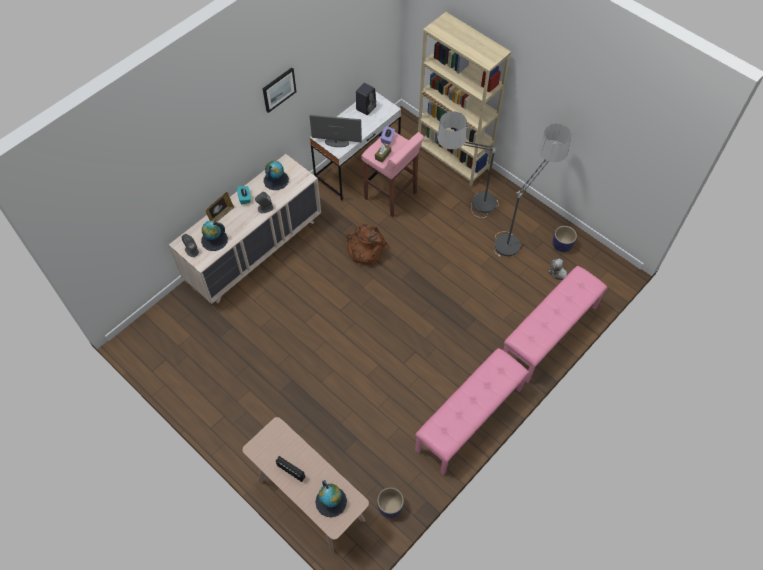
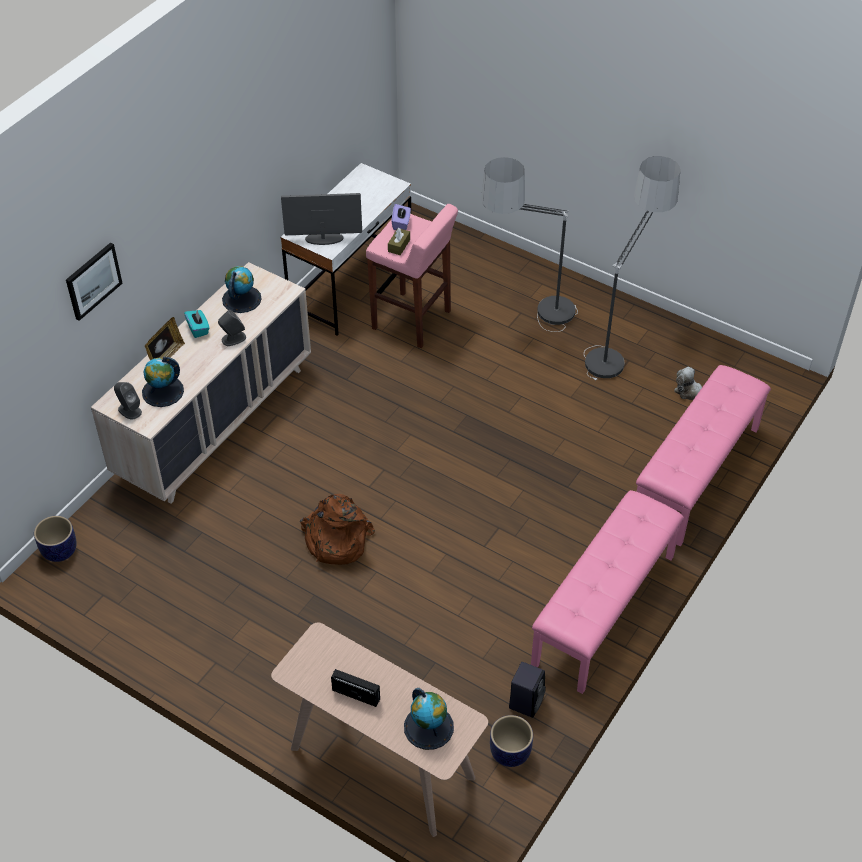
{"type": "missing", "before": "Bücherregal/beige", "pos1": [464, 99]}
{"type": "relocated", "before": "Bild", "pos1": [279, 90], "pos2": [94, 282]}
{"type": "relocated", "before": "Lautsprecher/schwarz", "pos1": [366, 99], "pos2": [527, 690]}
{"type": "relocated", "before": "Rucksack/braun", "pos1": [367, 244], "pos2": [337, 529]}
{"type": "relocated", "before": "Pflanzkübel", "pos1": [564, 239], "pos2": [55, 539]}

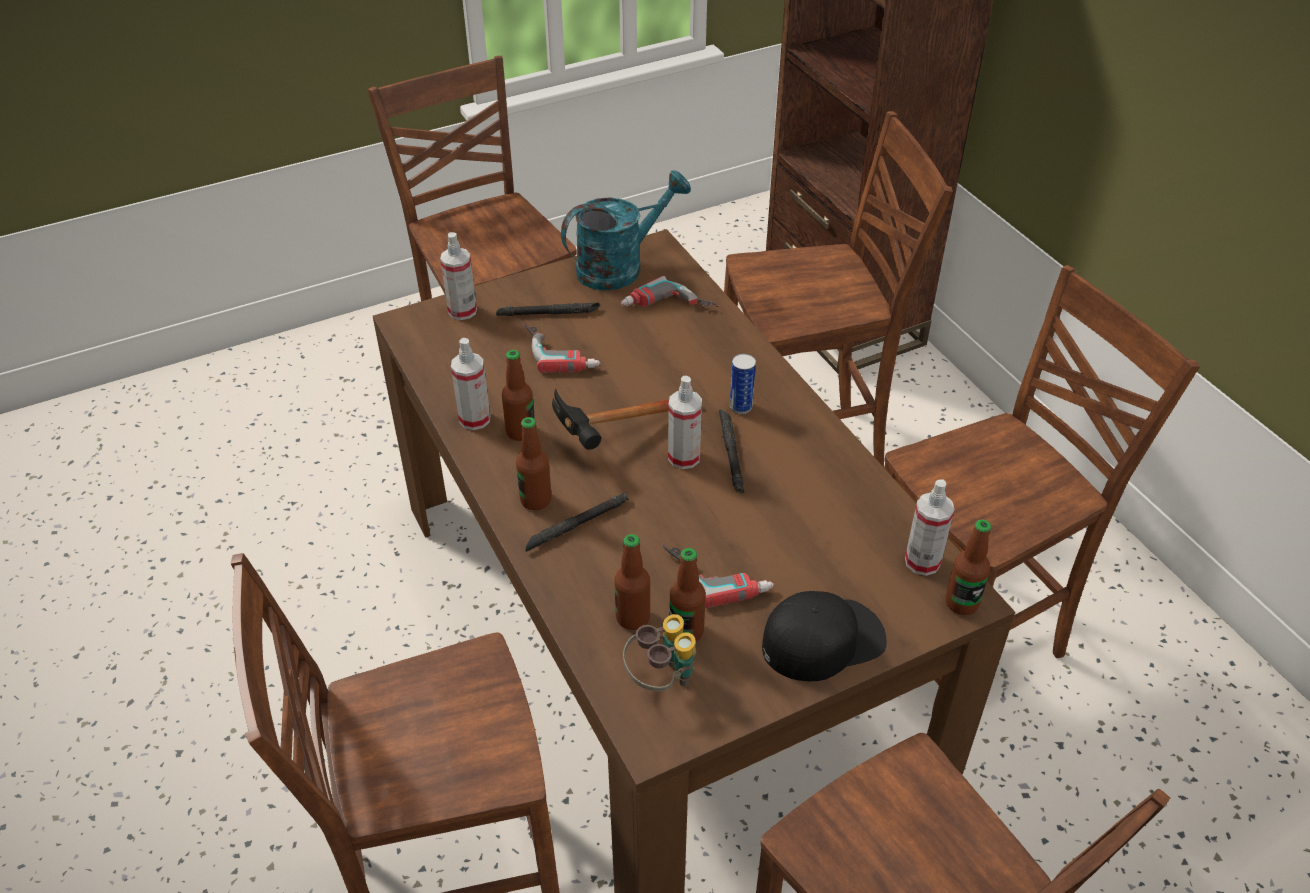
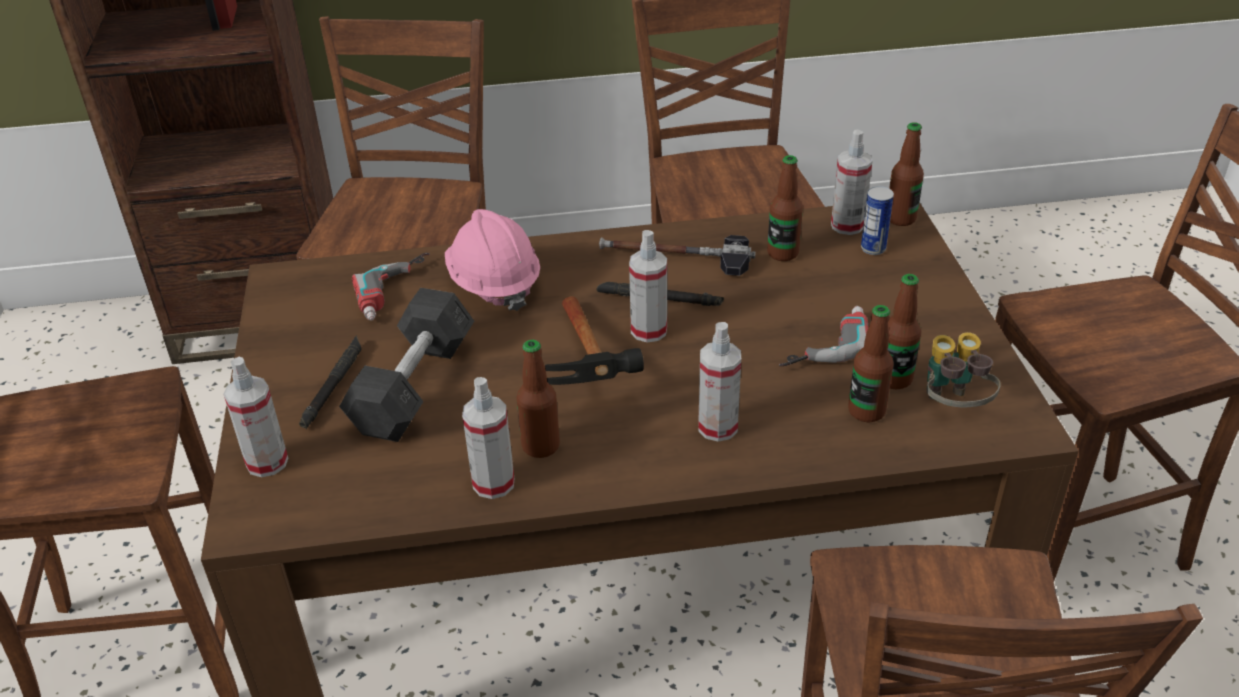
{"type": "missing", "before": "Gießkanne/türkis", "pos1": [626, 230]}
{"type": "exchanged", "before": "Bohrmaschine", "after": "Hantel/grau", "pos1": [562, 348], "pos2": [406, 365]}
{"type": "relocated", "before": "Dose", "pos1": [743, 384], "pos2": [877, 220]}
{"type": "relocated", "before": "Flasche", "pos1": [534, 463], "pos2": [785, 208]}
{"type": "exchanged", "before": "Taschenlampe/schwarz", "after": "Sprühflasche", "pos1": [577, 522], "pos2": [719, 382]}
{"type": "missing", "before": "Kappe/schwarz", "pos1": [824, 636]}
{"type": "appeared", "after": "Schutzhelm/rosa", "pos2": [492, 260]}
{"type": "appeared", "after": "Hammer", "pos2": [677, 255]}

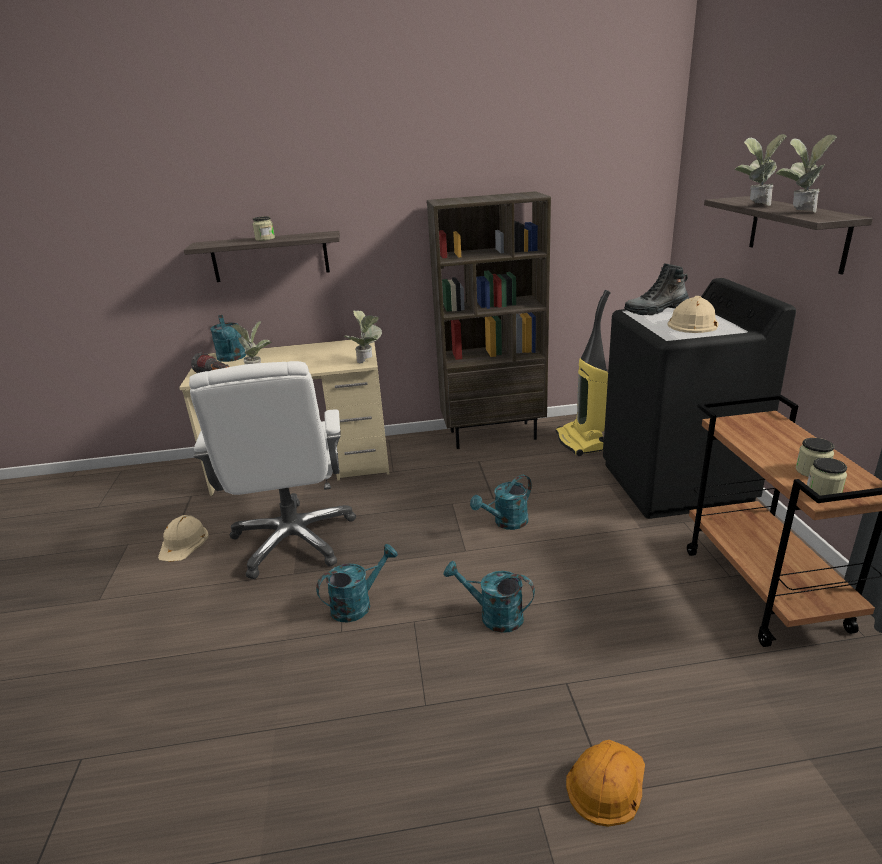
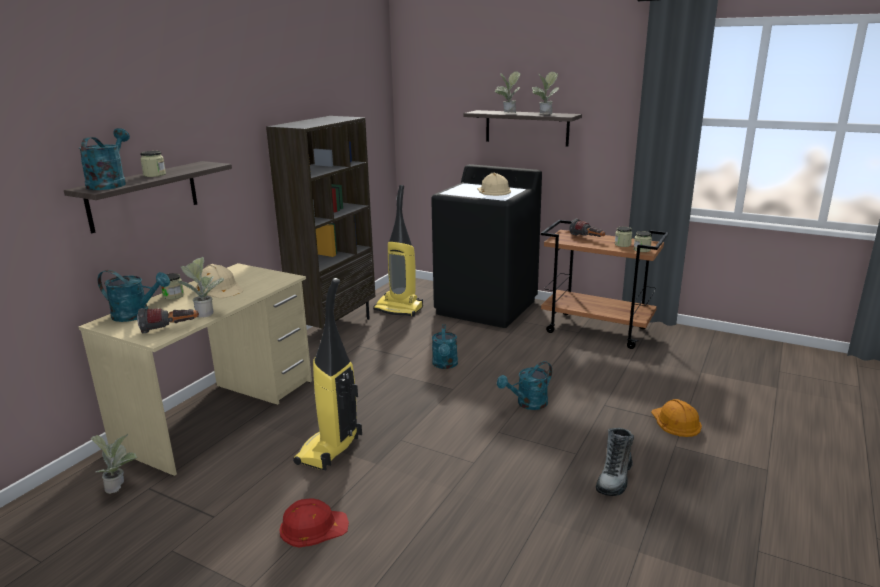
{"type": "relocated", "before": "Stiefel", "pos1": [656, 289], "pos2": [615, 462]}
{"type": "relocated", "before": "Topfpflanze", "pos1": [363, 336], "pos2": [113, 464]}
{"type": "exchanged", "before": "Bürostuhl/weiß", "after": "Staubsauger", "pos1": [272, 470], "pos2": [327, 374]}
{"type": "relocated", "before": "Schutzhelm/beige", "pos1": [183, 538], "pos2": [219, 281]}
{"type": "relocated", "before": "Gießkanne/türkis", "pos1": [357, 583], "pos2": [104, 159]}
{"type": "appeared", "after": "Taschenlampe", "pos2": [587, 228]}
{"type": "appeared", "after": "Vorratsglas", "pos2": [172, 286]}
{"type": "appeared", "after": "Schutzhelm/rot", "pos2": [314, 523]}

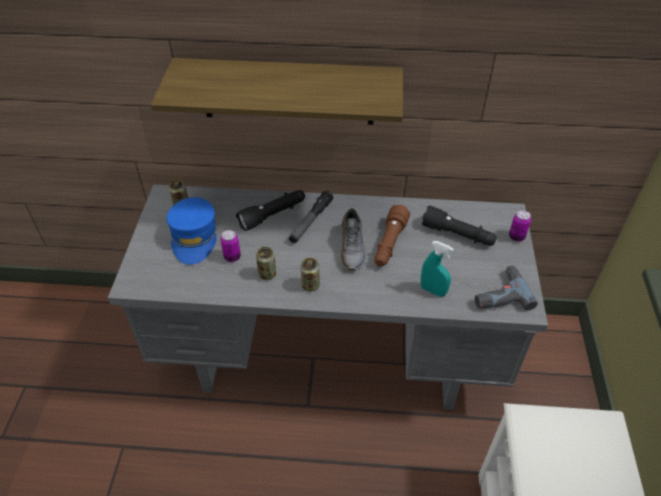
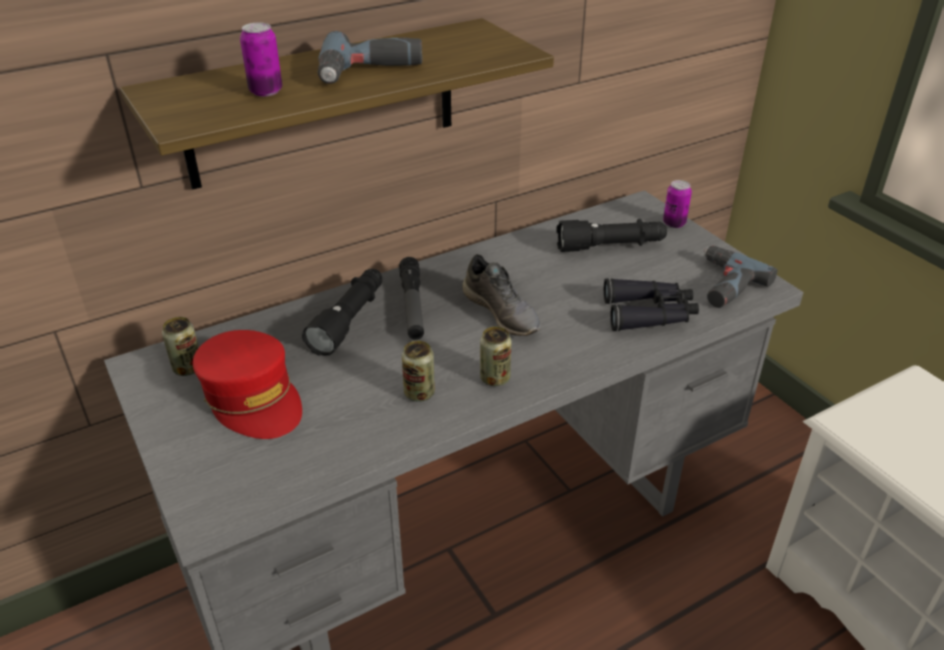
{"type": "colour", "before": "Kappe/blau", "after": "Kappe/rot", "pos1": [192, 230], "pos2": [247, 384]}
{"type": "missing", "before": "Taschenlampe/braun", "pos1": [392, 235]}
{"type": "relocated", "before": "Dose", "pos1": [230, 246], "pos2": [261, 59]}
{"type": "exchanged", "before": "Sprühflasche/türkis", "after": "Fernglas/schwarz", "pos1": [437, 269], "pos2": [651, 304]}
{"type": "appeared", "after": "Bohrmaschine", "pos2": [370, 57]}

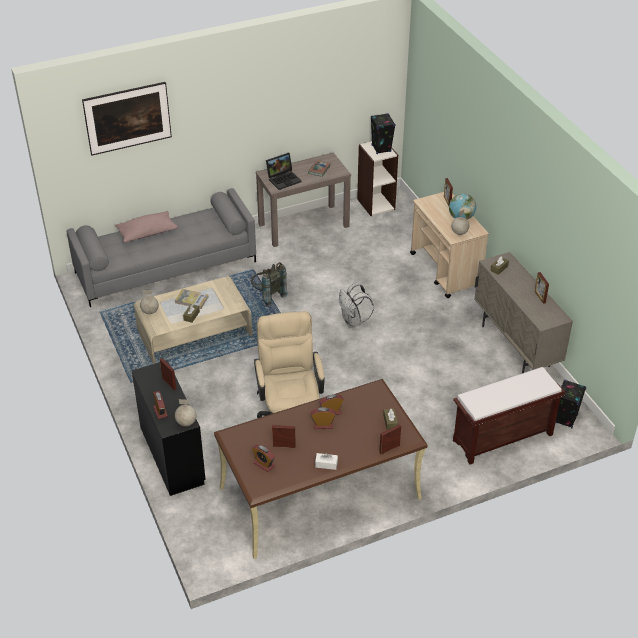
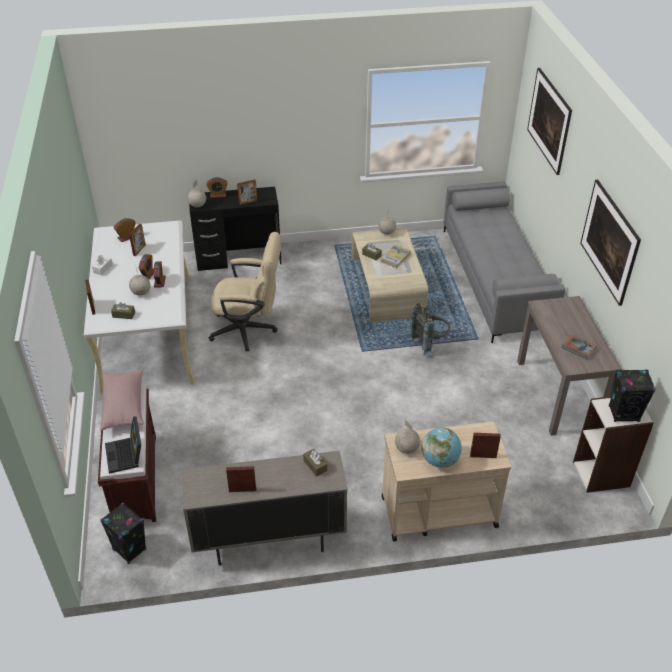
{"type": "relocated", "before": "Laptop", "pos1": [283, 171], "pos2": [123, 445]}
{"type": "relocated", "before": "Kissen/rosa", "pos1": [146, 227], "pos2": [121, 399]}
{"type": "missing", "before": "Rucksack/weiß", "pos1": [356, 305]}
{"type": "colour", "before": "Schreibtisch/braun", "after": "Schreibtisch/weiß", "pos1": [320, 469], "pos2": [139, 307]}
{"type": "appeared", "after": "Bild", "pos2": [610, 243]}
{"type": "appeared", "after": "Globus", "pos2": [139, 282]}

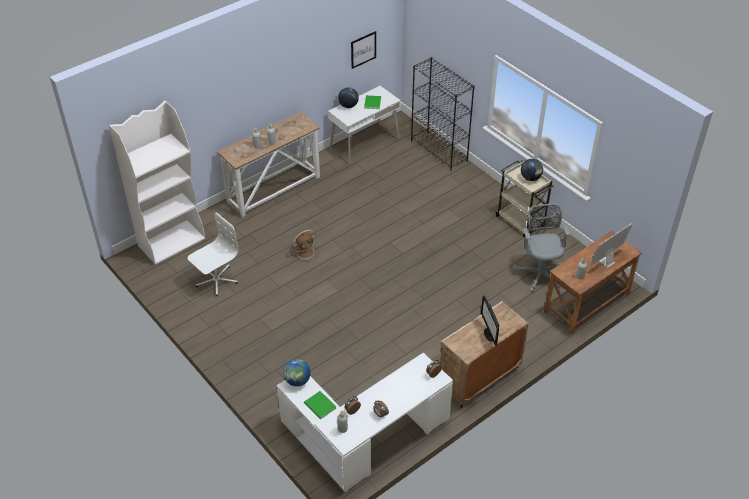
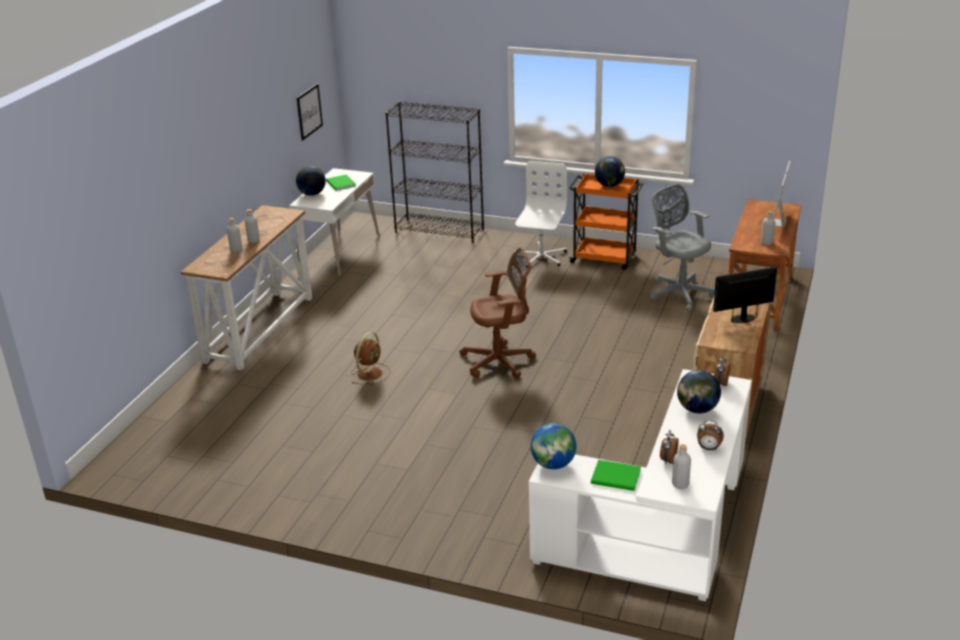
{"type": "missing", "before": "Bücherregal/weiß", "pos1": [157, 183]}
{"type": "colour", "before": "Rollwagen/beige", "after": "Rollwagen/orange", "pos1": [524, 199], "pos2": [606, 221]}
{"type": "relocated", "before": "Bürostuhl/weiß", "pos1": [213, 254], "pos2": [541, 213]}
{"type": "spun", "before": "Monitor", "pos1": [490, 321], "pos2": [745, 295], "turn": 120}
{"type": "appeared", "after": "Bürostuhl/braun", "pos2": [498, 313]}
{"type": "appeared", "after": "Globus", "pos2": [699, 391]}

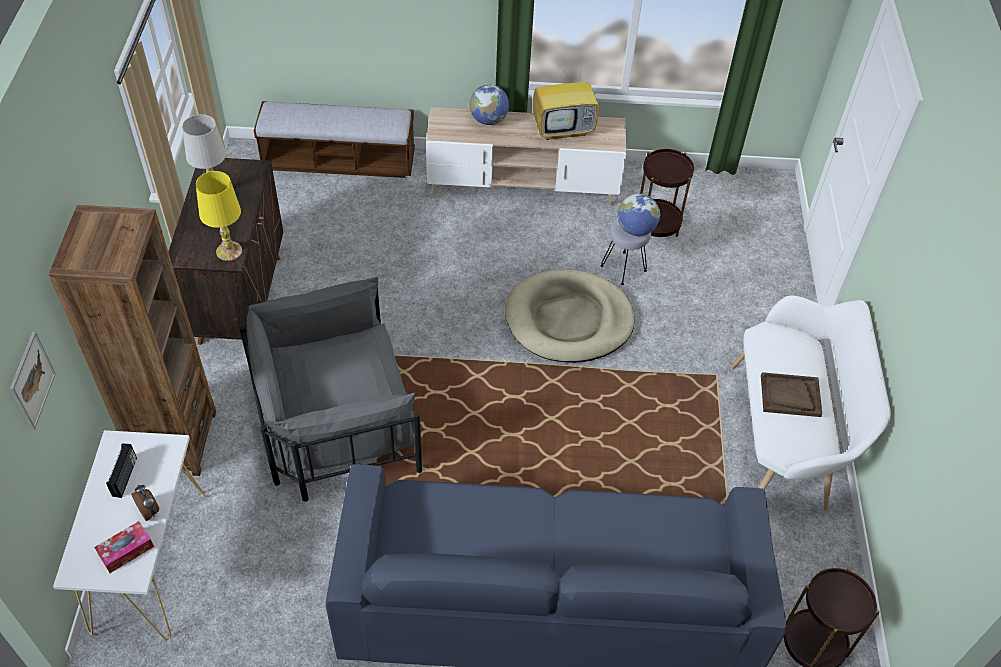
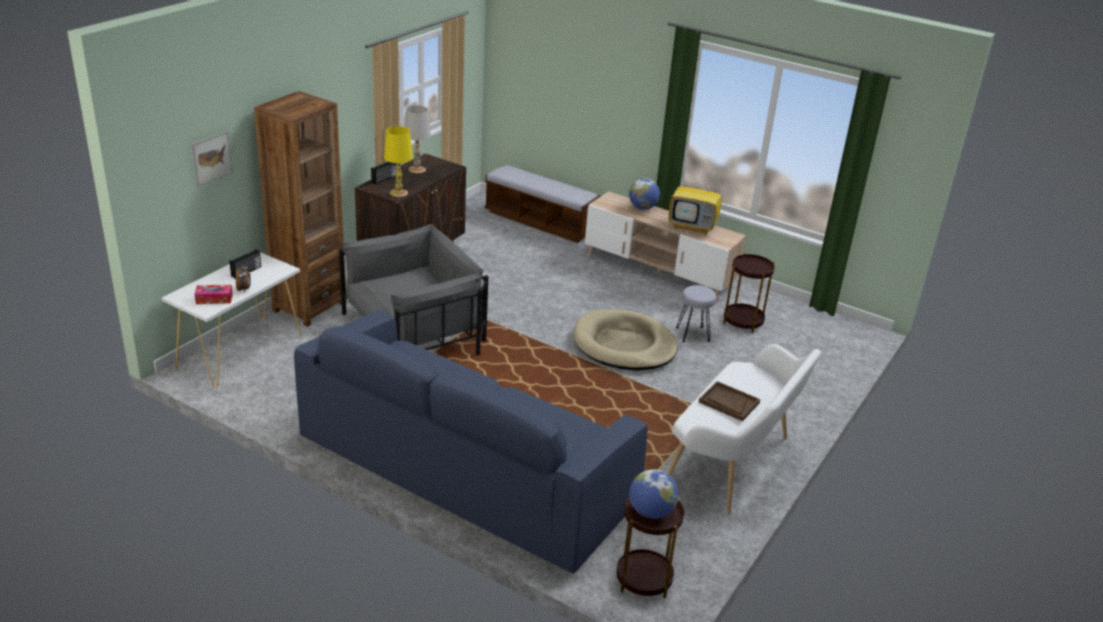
{"type": "relocated", "before": "Globus", "pos1": [638, 215], "pos2": [653, 494]}
{"type": "spun", "before": "Sessel/grau", "pos1": [330, 389], "pos2": [413, 289], "turn": 135}
{"type": "appeared", "after": "Radio", "pos2": [383, 173]}

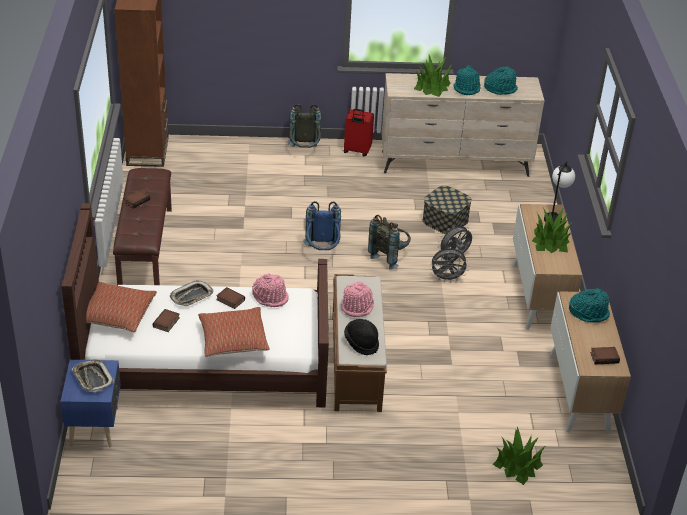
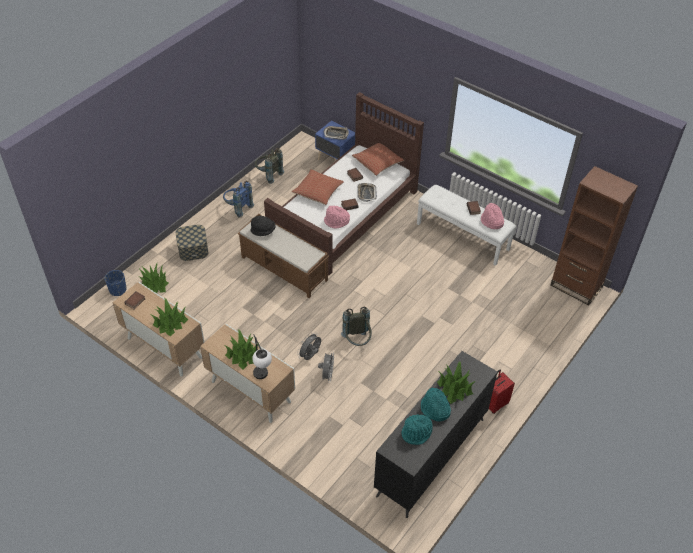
{"type": "colour", "before": "Kommode/beige", "after": "Kommode/schwarz", "pos1": [463, 125], "pos2": [436, 434]}
{"type": "relocated", "before": "Rucksack/grau", "pos1": [304, 126], "pos2": [269, 166]}
{"type": "colour", "before": "Bank/braun", "after": "Bank/weiß", "pos1": [142, 227], "pos2": [466, 225]}
{"type": "relocated", "before": "Aufbewahrungsbox", "pos1": [447, 210], "pos2": [192, 243]}
{"type": "relocated", "before": "Rucksack/blau", "pos1": [322, 225], "pos2": [238, 199]}
{"type": "relocated", "before": "Hut/rosa", "pos1": [357, 299], "pos2": [492, 216]}
{"type": "exchanged", "before": "Hut/türkis", "after": "Topfpflanze", "pos1": [589, 305], "pos2": [169, 318]}
{"type": "appeared", "after": "Pflanzkübel/blau", "pos2": [115, 283]}

